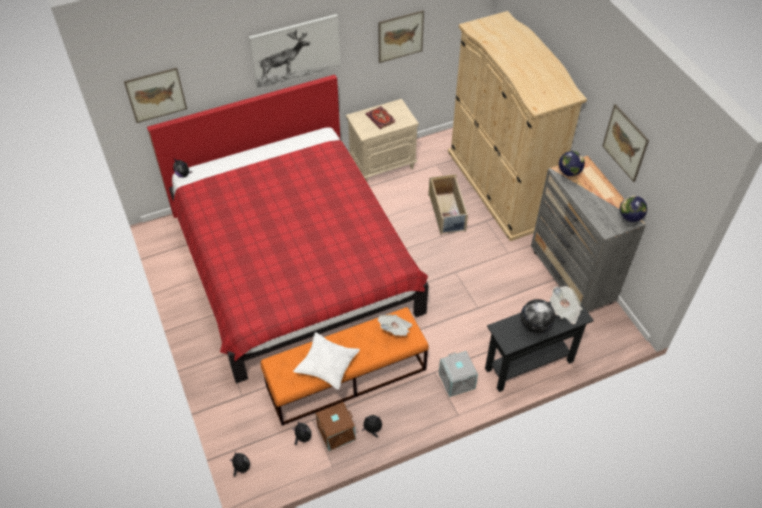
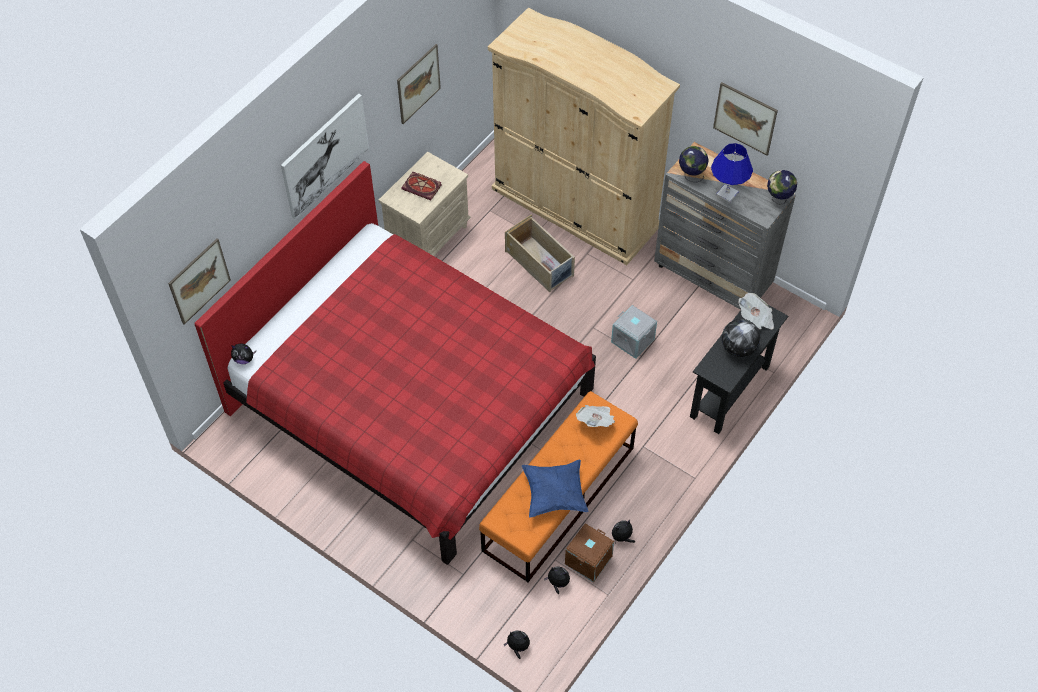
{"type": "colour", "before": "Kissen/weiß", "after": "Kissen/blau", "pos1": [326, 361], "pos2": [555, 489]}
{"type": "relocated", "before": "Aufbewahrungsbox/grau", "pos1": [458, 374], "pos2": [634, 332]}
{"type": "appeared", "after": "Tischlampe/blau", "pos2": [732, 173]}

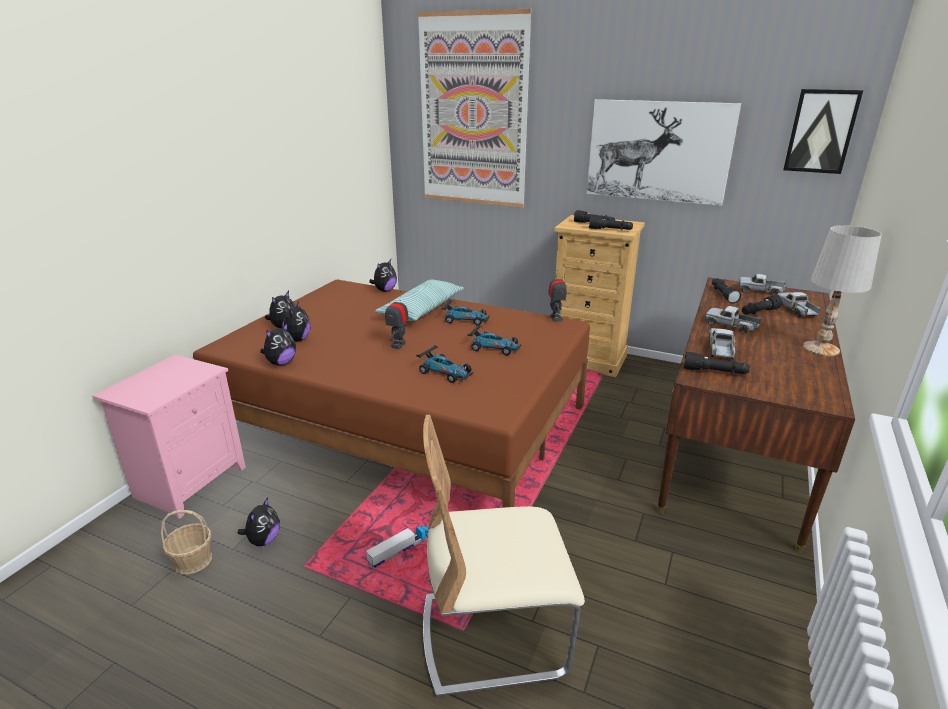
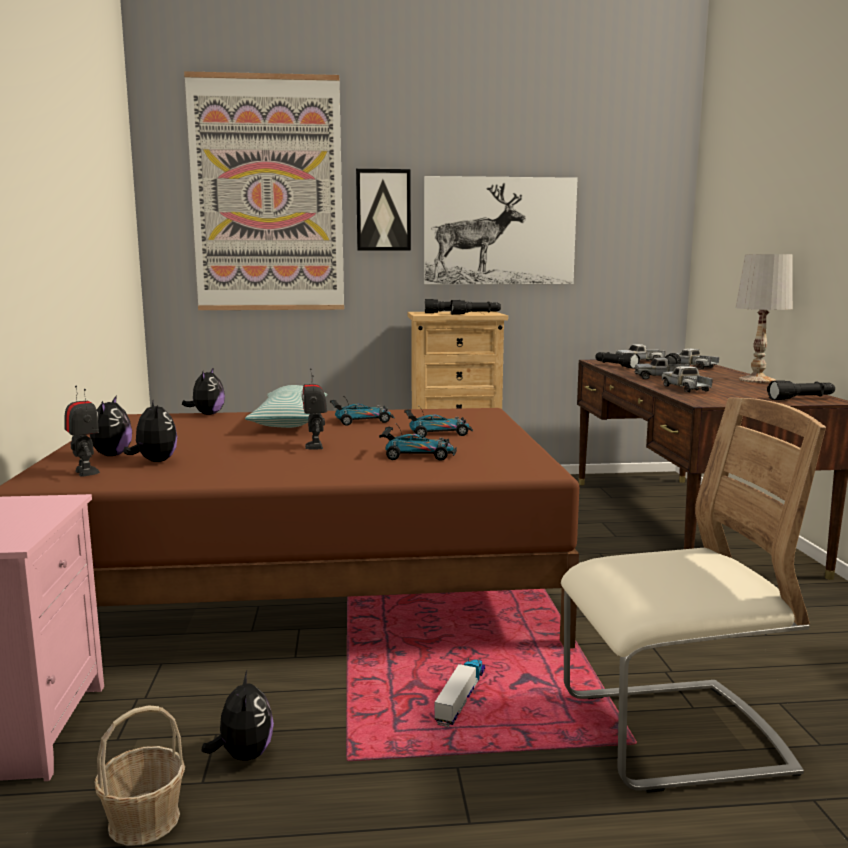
{"type": "relocated", "before": "Bild", "pos1": [823, 131], "pos2": [383, 210]}
{"type": "relocated", "before": "Spielzeugroboter", "pos1": [557, 296], "pos2": [82, 431]}
{"type": "missing", "before": "Plüschtier", "pos1": [278, 344]}
{"type": "relocated", "before": "Taschenlampe/schwarz", "pos1": [716, 363], "pos2": [801, 390]}
{"type": "spun", "before": "Stuhl/beige", "pos1": [504, 555], "pos2": [693, 595], "turn": -150}

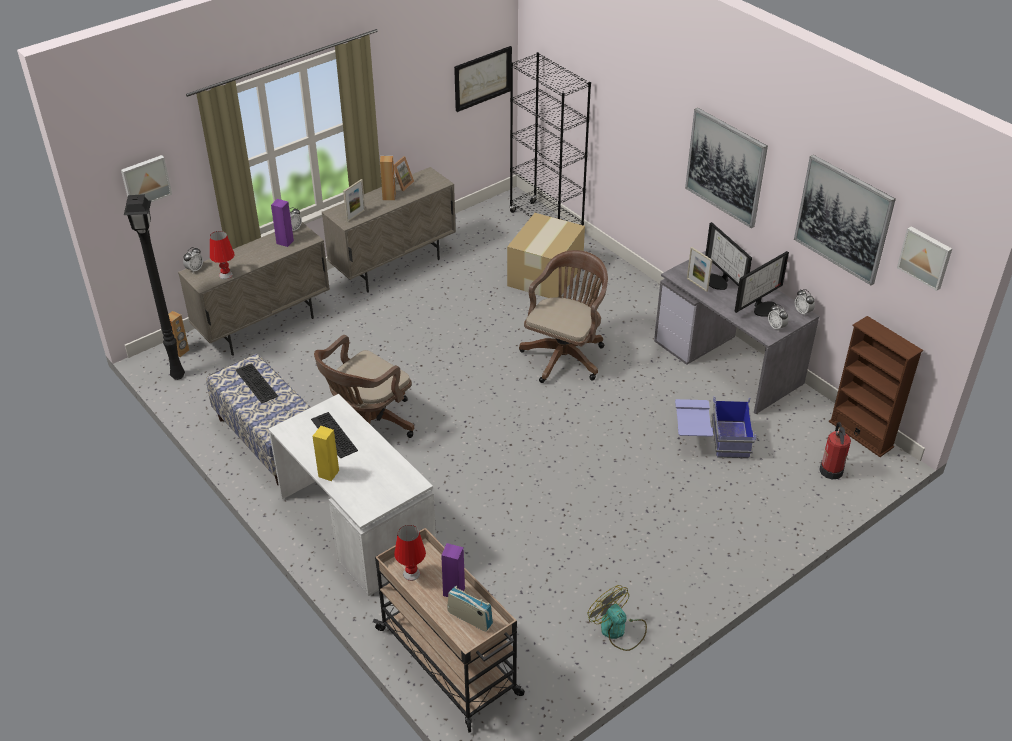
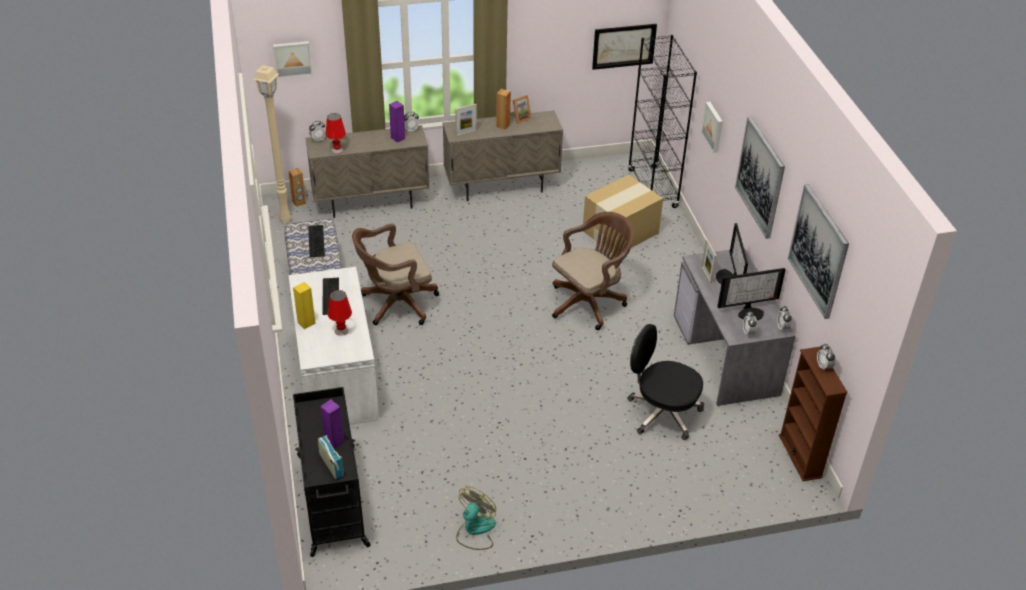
{"type": "colour", "before": "Stehlampe/schwarz", "after": "Stehlampe/beige", "pos1": [154, 287], "pos2": [272, 144]}
{"type": "relocated", "before": "Bild", "pos1": [924, 258], "pos2": [712, 127]}
{"type": "exchanged", "before": "Aufbewahrungsbox/blau", "after": "Bürostuhl/schwarz", "pos1": [716, 427], "pos2": [665, 382]}
{"type": "missing", "before": "Feuerlöscher", "pos1": [835, 451]}
{"type": "relocated", "before": "Tischlampe/rot", "pos1": [410, 553], "pos2": [340, 313]}
{"type": "colour", "before": "Rollwagen/beige", "after": "Rollwagen/schwarz", "pos1": [449, 630], "pos2": [332, 472]}
{"type": "spun", "before": "Ventilator", "pos1": [617, 618], "pos2": [476, 518], "turn": 45}
{"type": "appeared", "after": "Wecker", "pos2": [826, 357]}

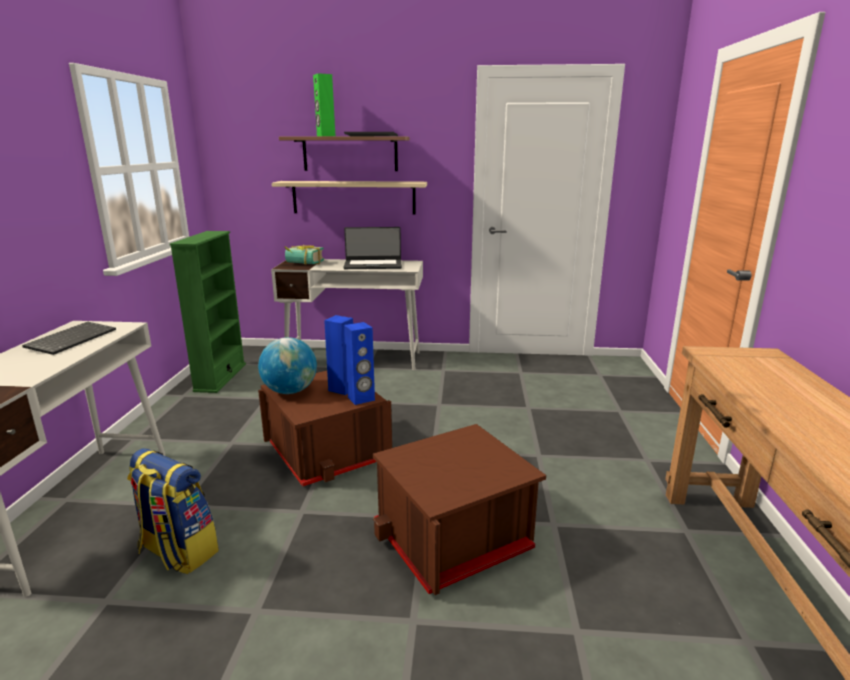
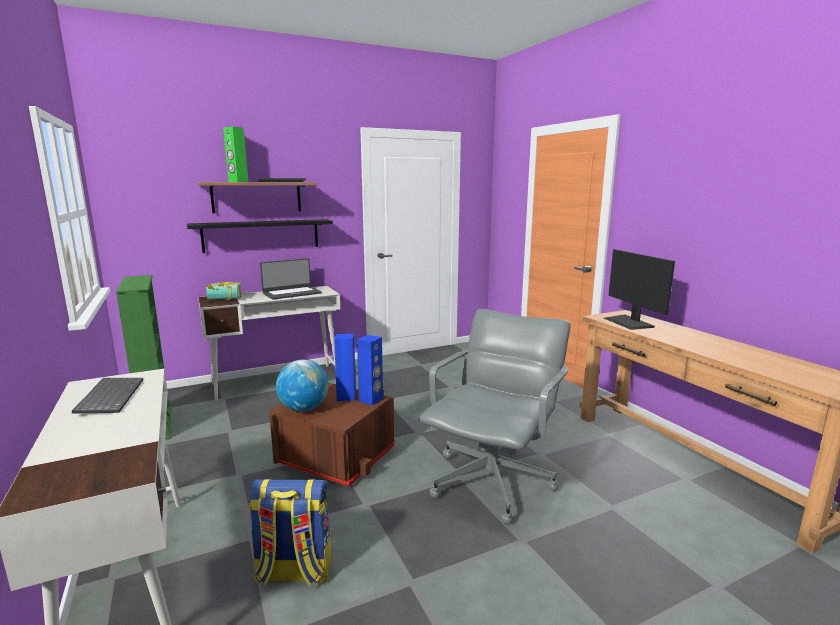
{"type": "colour", "before": "Wandregal/beige", "after": "Wandregal/schwarz", "pos1": [349, 197], "pos2": [260, 236]}
{"type": "exchanged", "before": "Aufbewahrungsbox/braun", "after": "Bürostuhl/grau", "pos1": [459, 509], "pos2": [494, 417]}
{"type": "appeared", "after": "Monitor", "pos2": [639, 289]}

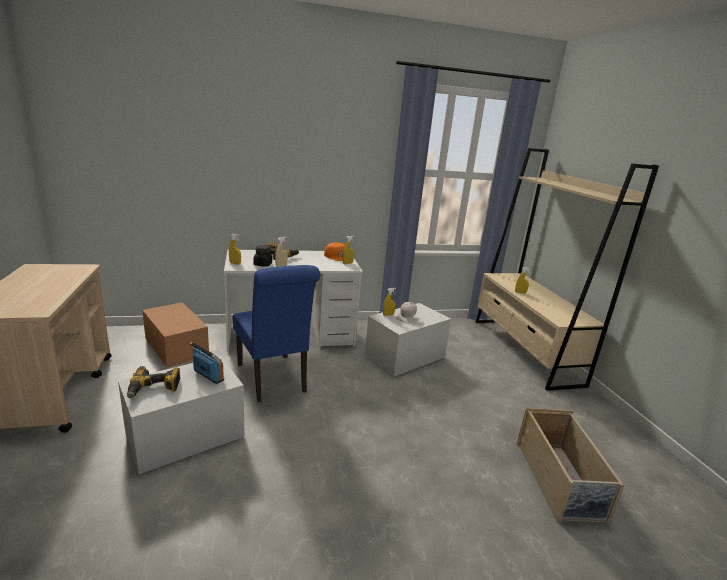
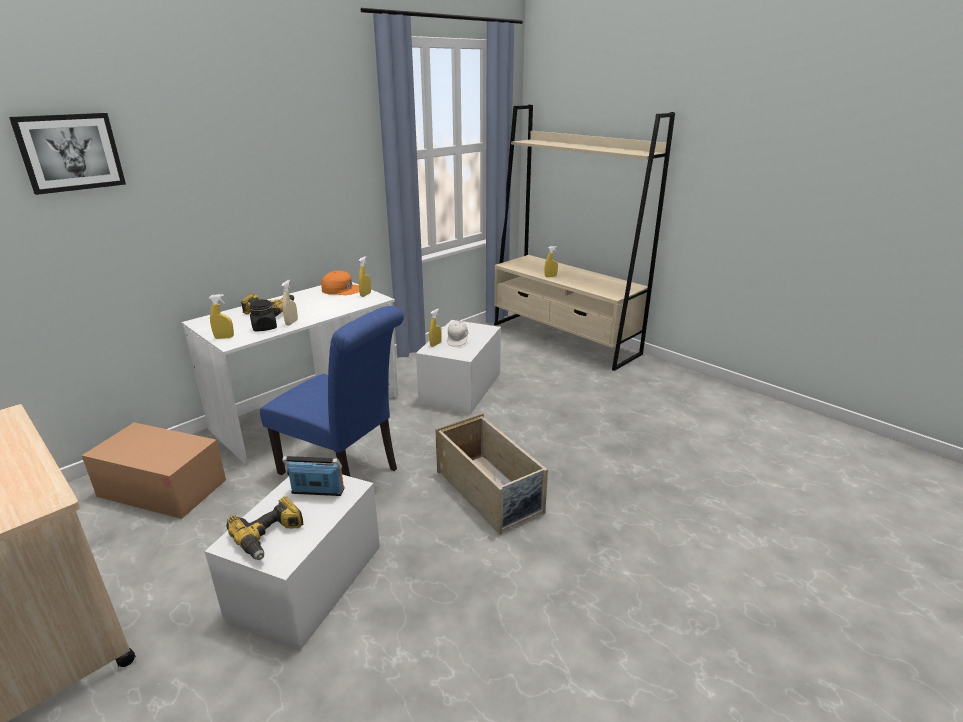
{"type": "relocated", "before": "Aufbewahrungsbox/beige", "pos1": [570, 466], "pos2": [491, 474]}
{"type": "appeared", "after": "Bild", "pos2": [67, 154]}

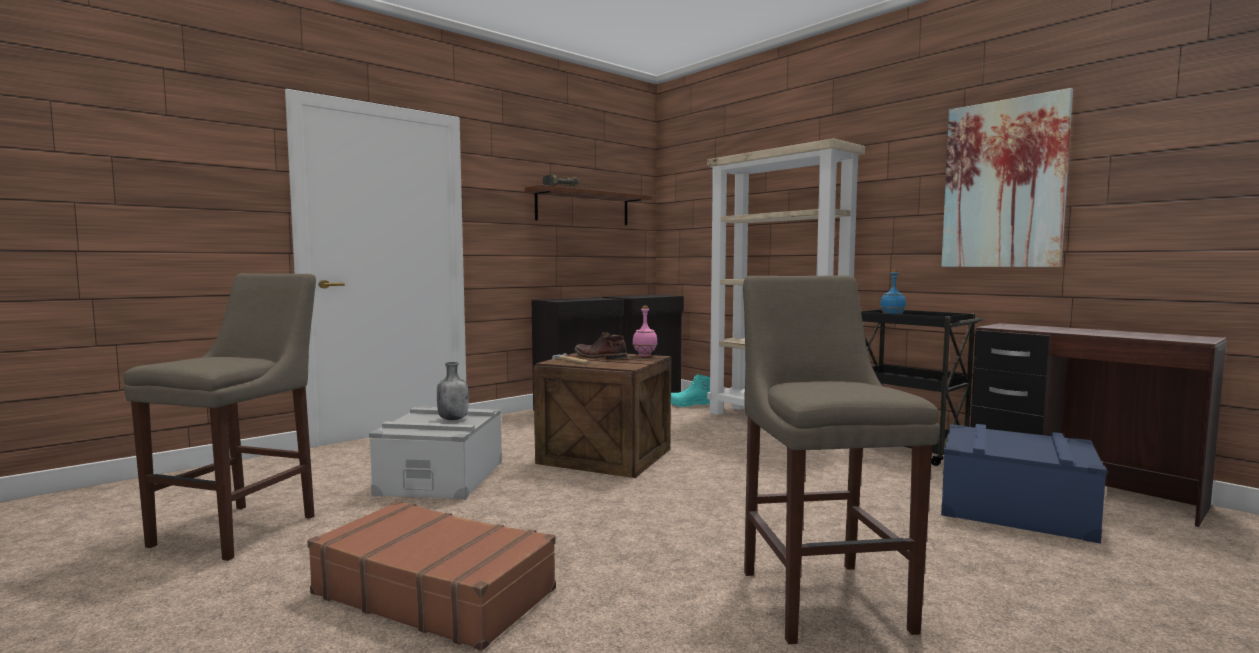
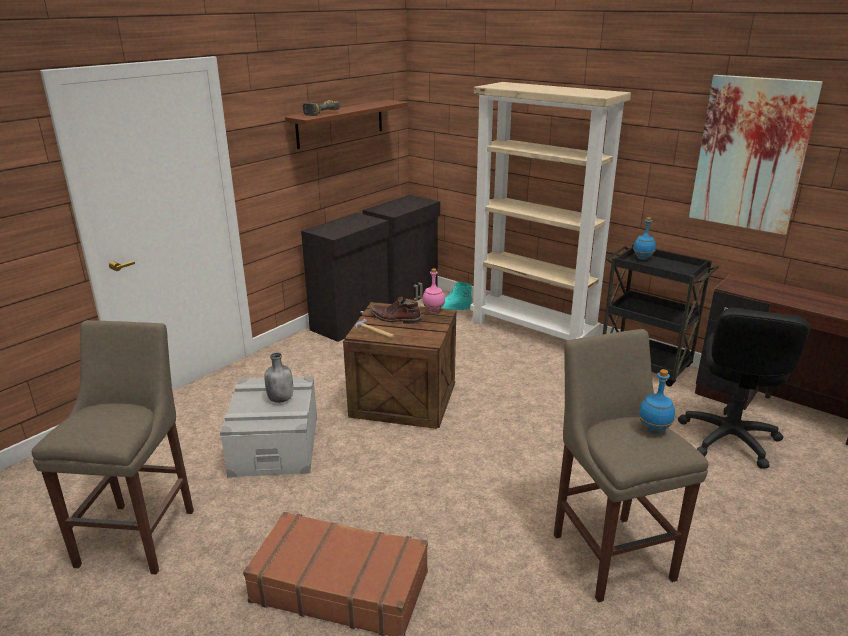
{"type": "exchanged", "before": "Aufbewahrungsbox/blau", "after": "Bürostuhl/schwarz", "pos1": [1024, 484], "pos2": [744, 388]}
{"type": "appeared", "after": "Flasche/blau", "pos2": [656, 401]}

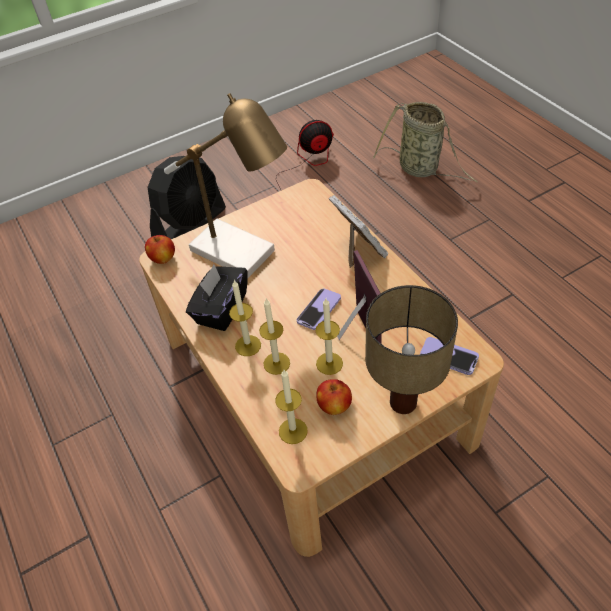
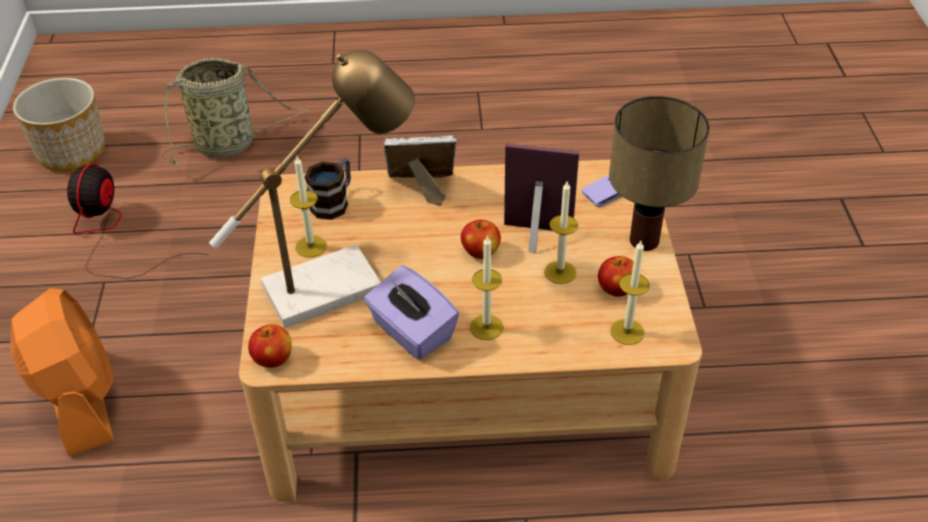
{"type": "colour", "before": "Ventilator/schwarz", "after": "Ventilator/orange", "pos1": [186, 197], "pos2": [62, 372]}
{"type": "colour", "before": "Taschentuchbox/schwarz", "after": "Taschentuchbox/lila", "pos1": [217, 298], "pos2": [411, 313]}
{"type": "exchanged", "before": "Handy", "after": "Apfel", "pos1": [319, 309], "pos2": [481, 239]}
{"type": "relocated", "before": "Kerze", "pos1": [274, 337], "pos2": [308, 207]}
{"type": "appeared", "after": "Pflanzkübel", "pos2": [59, 125]}
{"type": "appeared", "after": "Henkelbecher", "pos2": [328, 189]}

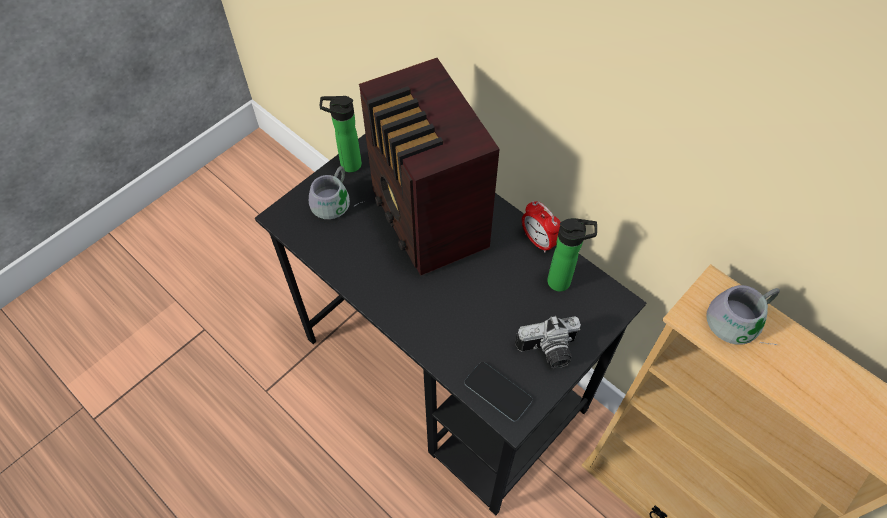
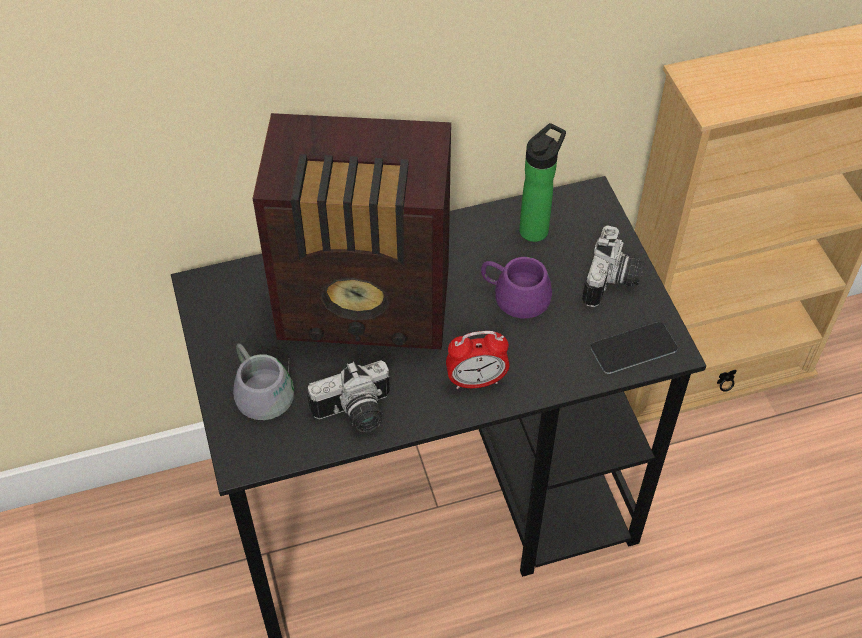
{"type": "missing", "before": "Flasche", "pos1": [341, 134]}
{"type": "relocated", "before": "Wecker", "pos1": [541, 227], "pos2": [478, 360]}
{"type": "missing", "before": "Henkelbecher/grau", "pos1": [743, 315]}
{"type": "appeared", "after": "Henkelbecher/lila", "pos2": [516, 287]}
{"type": "appeared", "after": "Kamera", "pos2": [348, 396]}

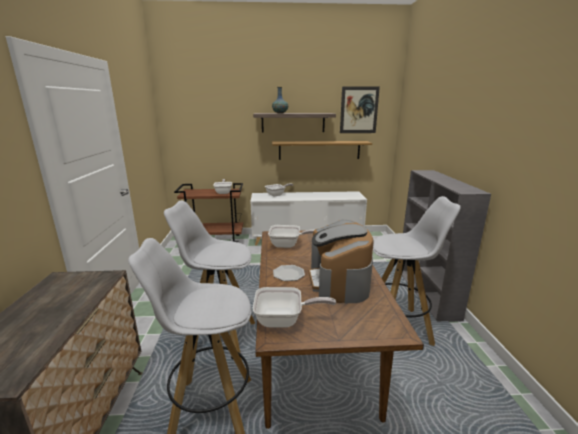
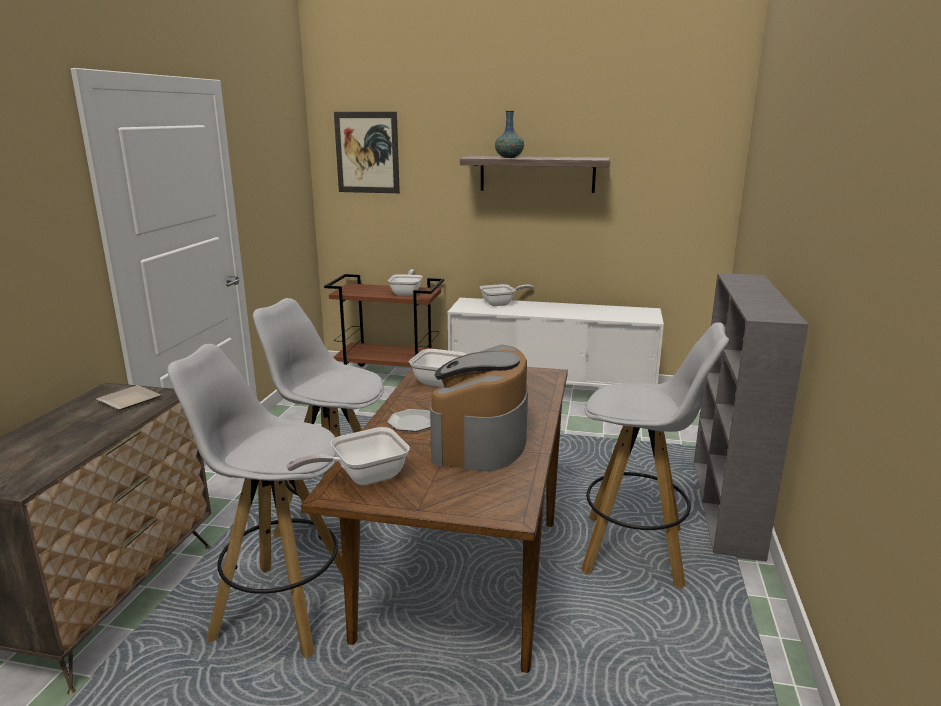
{"type": "relocated", "before": "Bild", "pos1": [360, 109], "pos2": [367, 152]}
{"type": "missing", "before": "Wandregal", "pos1": [322, 150]}
{"type": "spun", "before": "Pfanne", "pos1": [294, 307], "pos2": [348, 456], "turn": 135}
{"type": "appeared", "after": "Teller", "pos2": [128, 397]}

